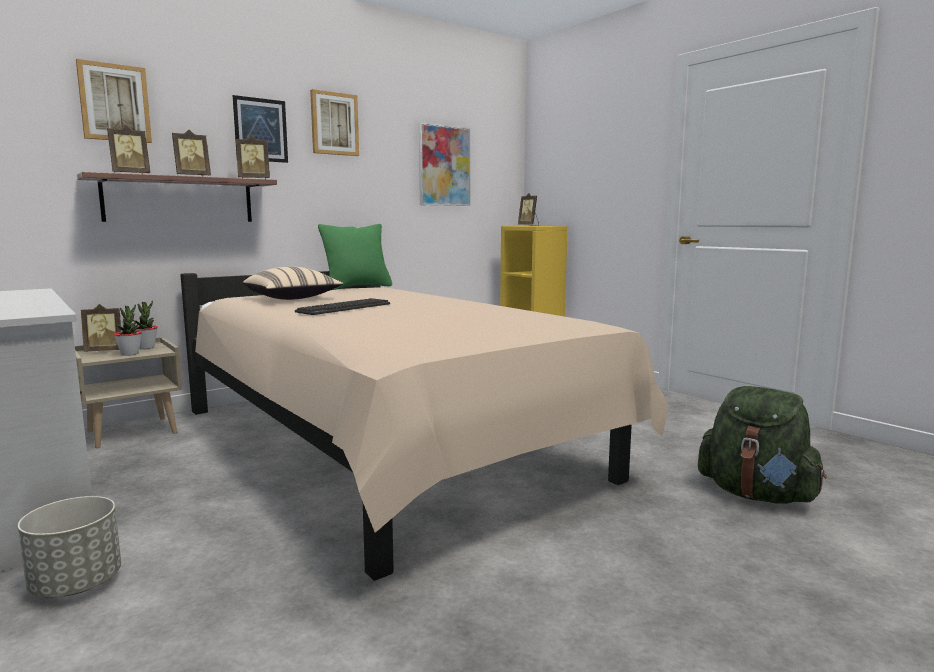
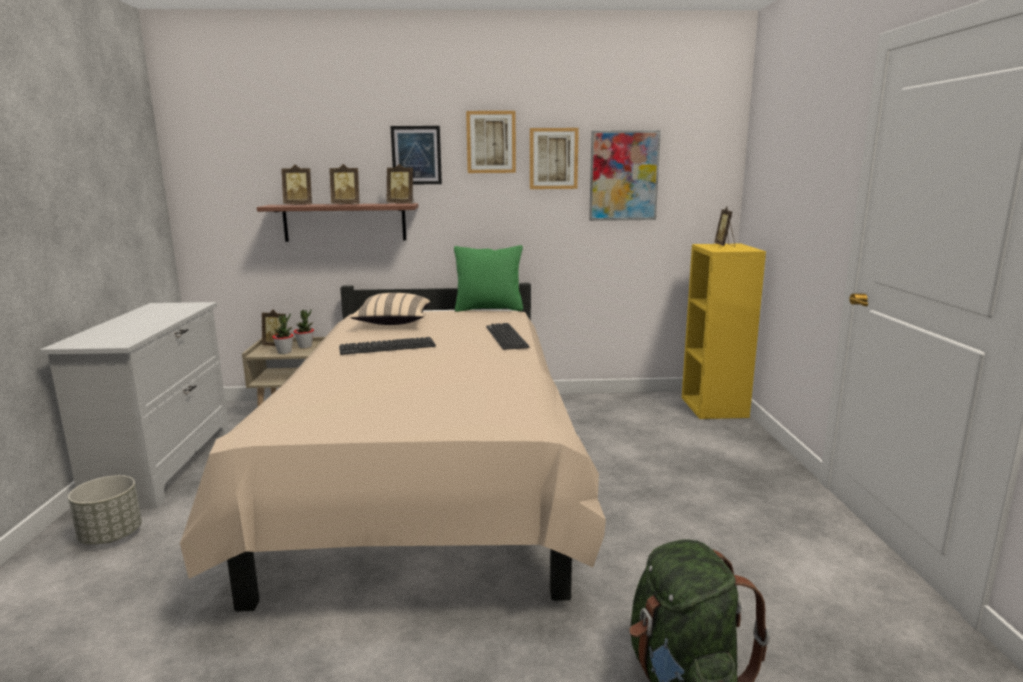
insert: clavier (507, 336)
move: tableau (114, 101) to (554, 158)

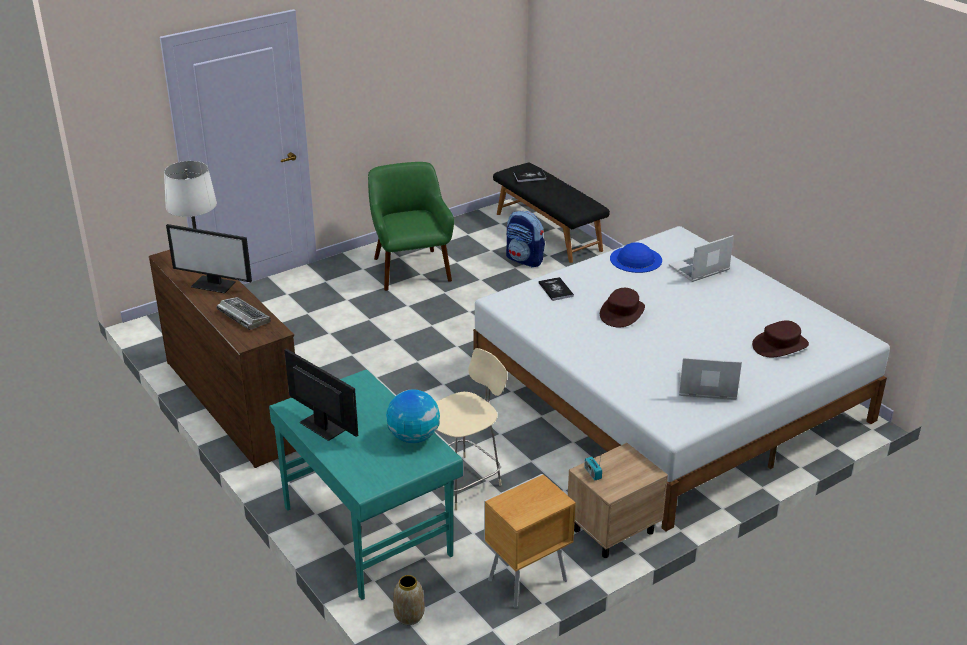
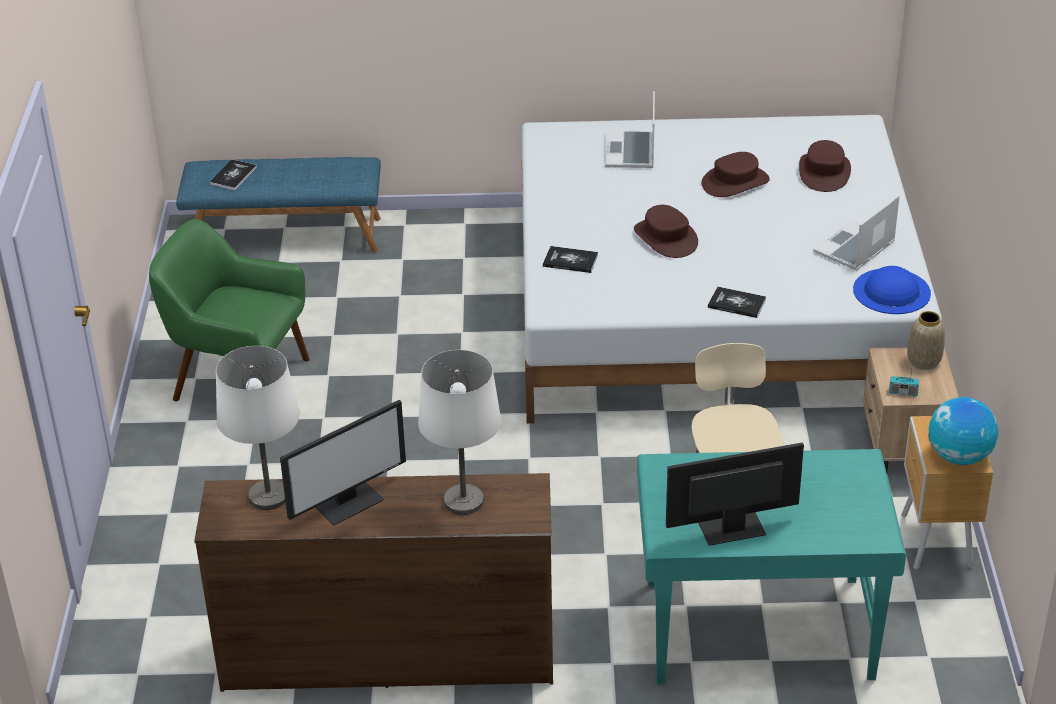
delete: sac à dos (525, 239)
insert: chapeau/marron (736, 174); livre (737, 302)
move: globe (413, 416) to (963, 431); vase (409, 600) to (926, 340); chapeau/bleu (636, 257) to (892, 290)
replace: clavier (244, 313) to lampe de table/blanc (459, 432)
recolor: banc/noir (551, 213) to banc/bleu (278, 205)

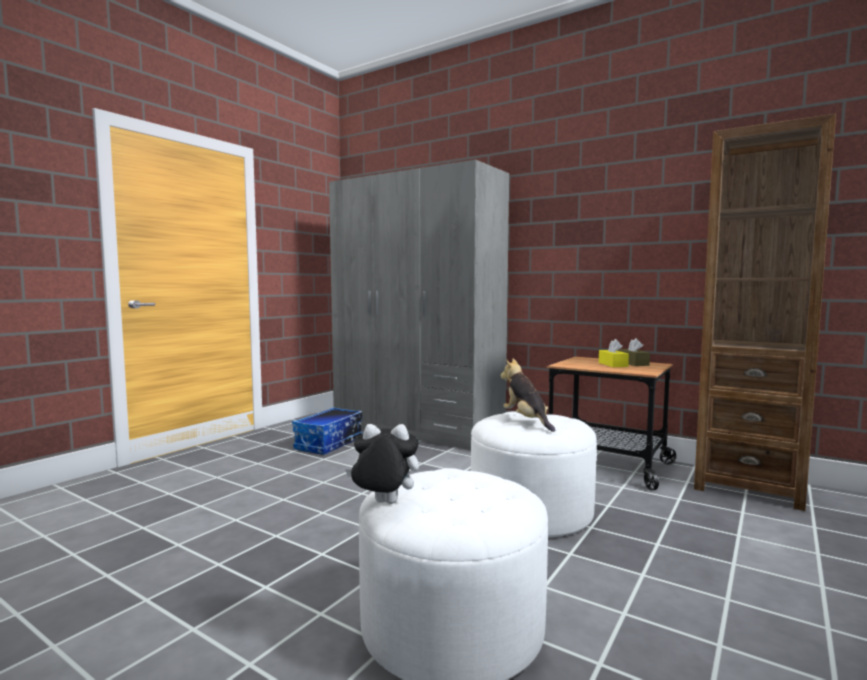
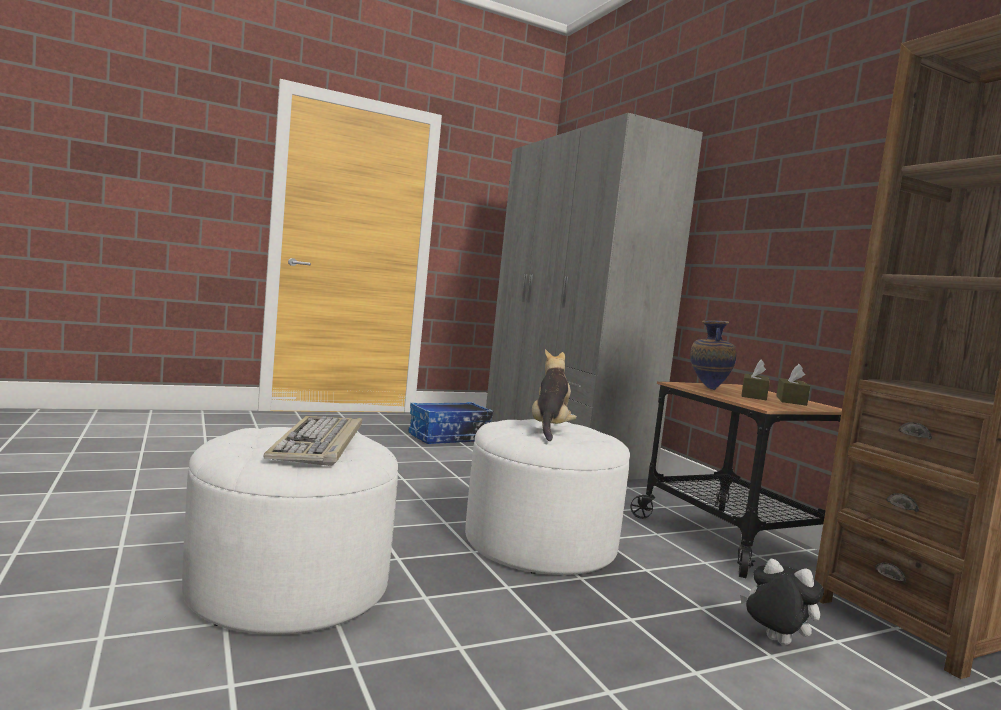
insert: clavier (313, 441); vase (713, 355)
move: peluche (382, 464) to (782, 602)
recolor: boîte à mouchoirs/jaune (614, 353) to boîte à mouchoirs/marron (755, 379)

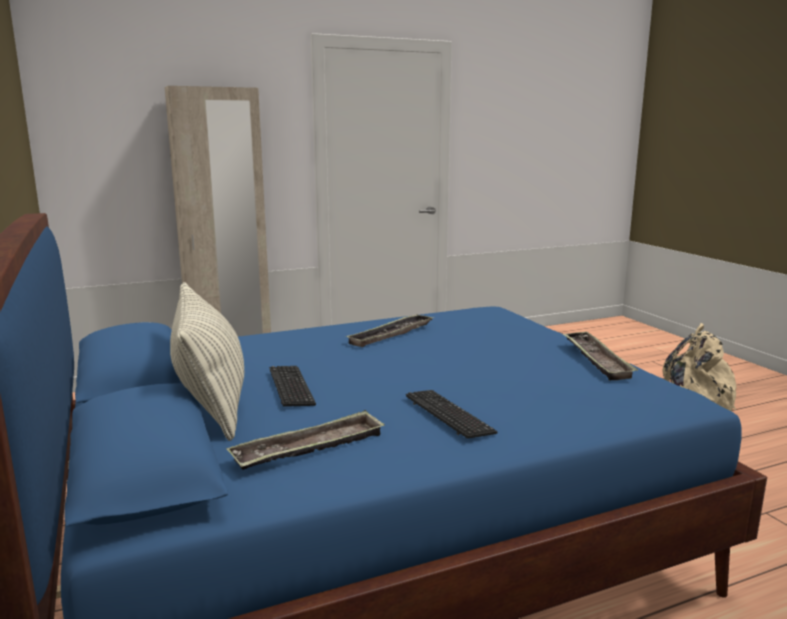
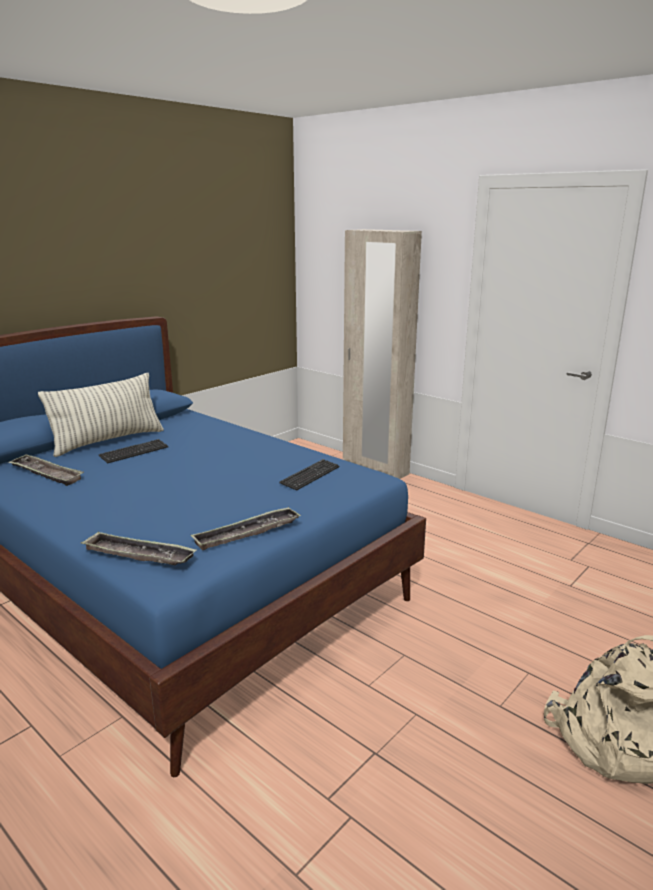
move: plateau (389, 330) to (139, 548); clavier (452, 414) to (309, 475)

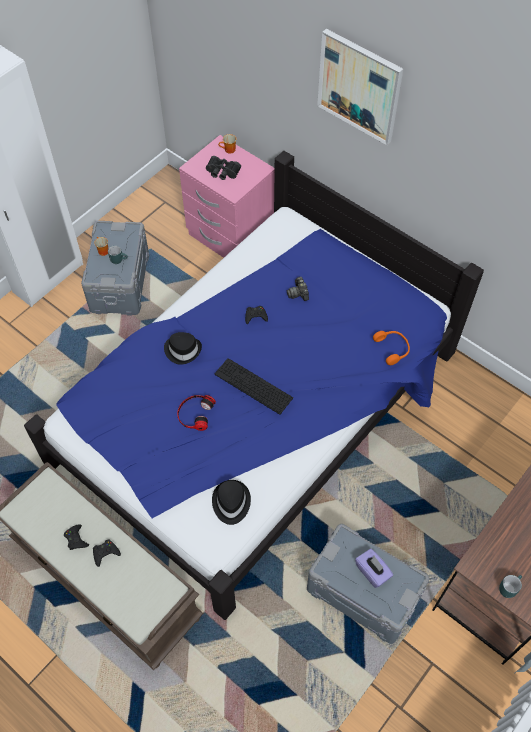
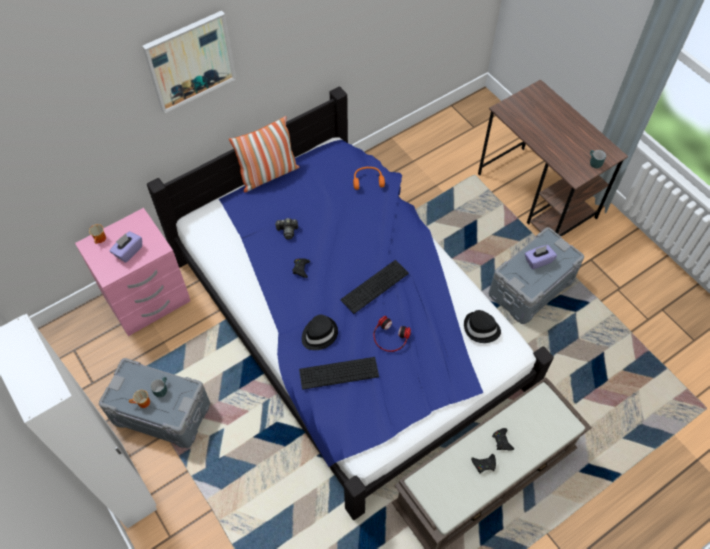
insert: coussin (264, 154); clavier (339, 373)
replace: jumelles/noir (223, 168) to boîte à mouchoirs/violet (125, 247)

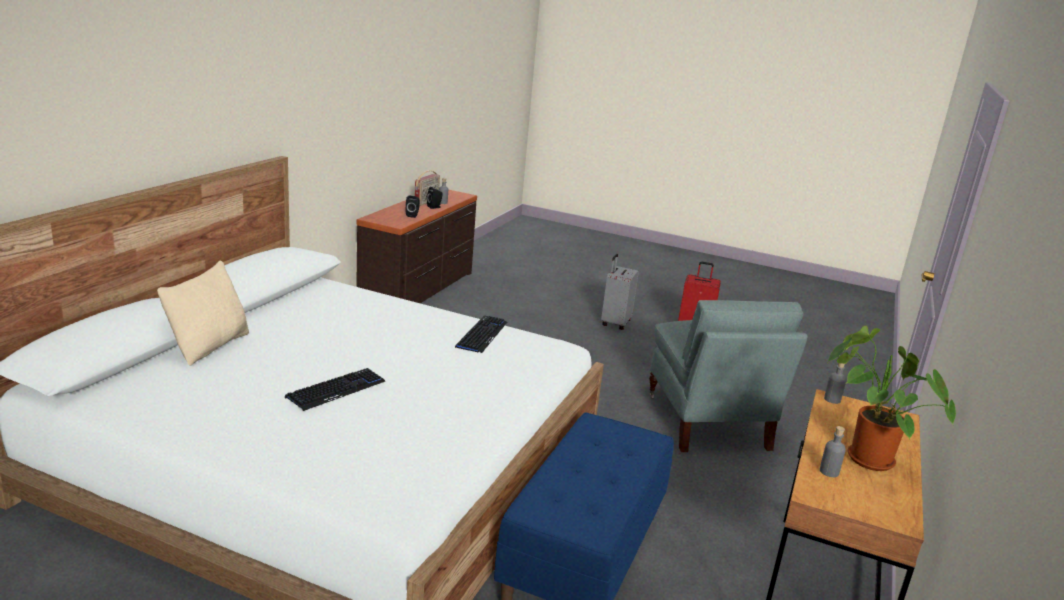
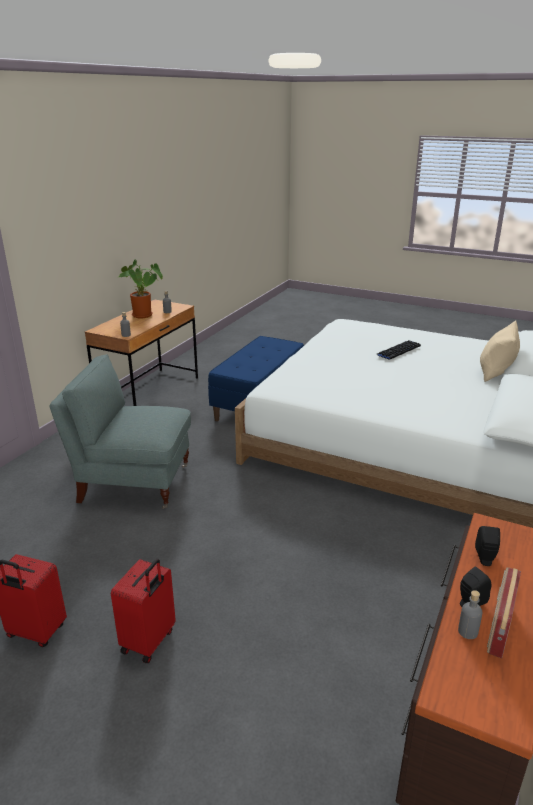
delete: clavier (481, 334)
recolor: valise/gris (620, 292) to valise/rouge (143, 611)
rotate: fauteuil/gris (728, 376) = (120, 431) 75 degrees counterclockwise

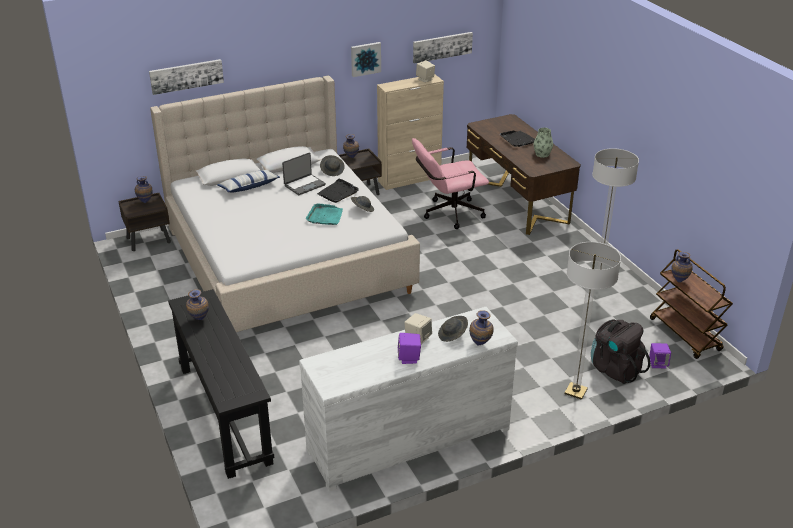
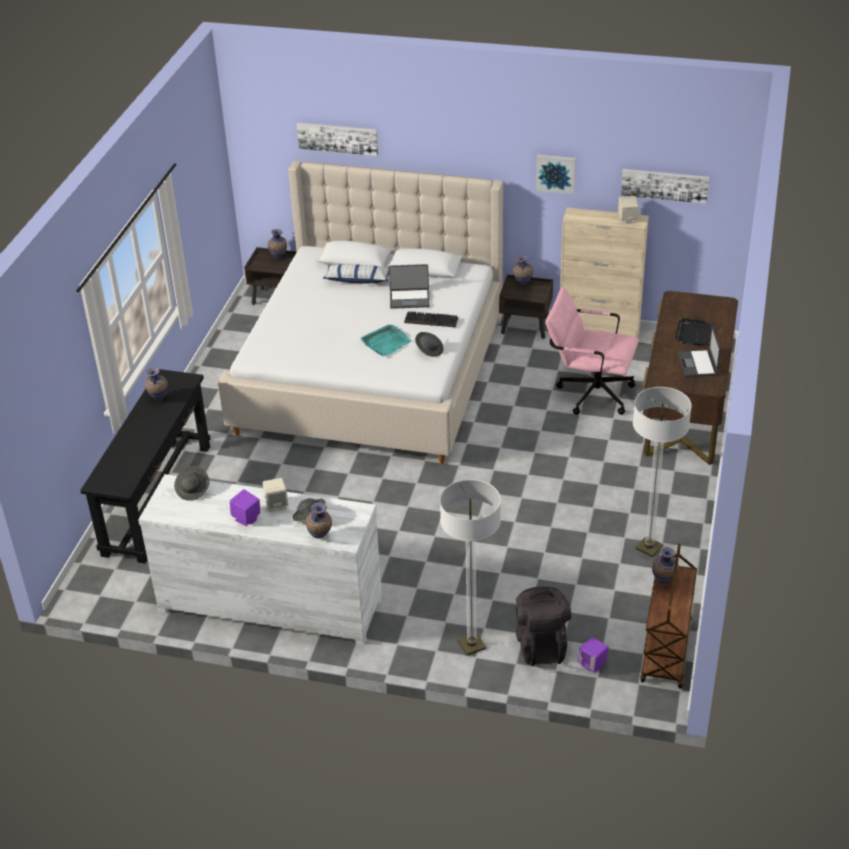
move: chapeau/gris (332, 165) to (191, 483)
replace: plateau/noir (338, 191) to clavier (431, 319); vase (543, 143) to ordinateur portable (699, 350)

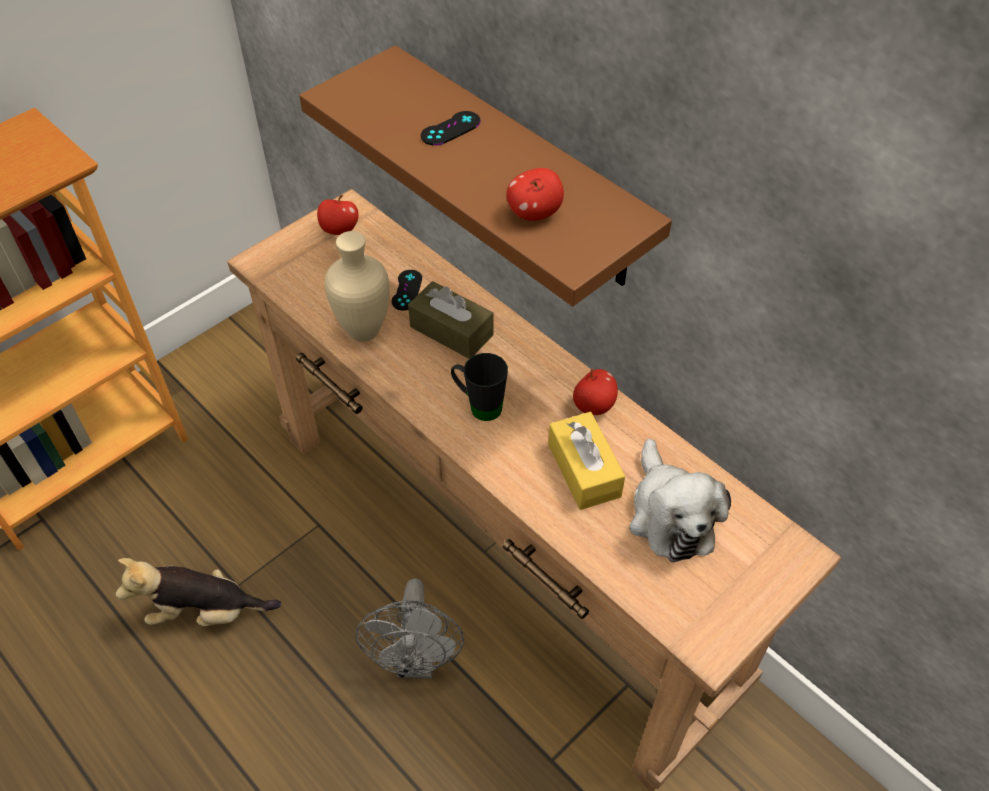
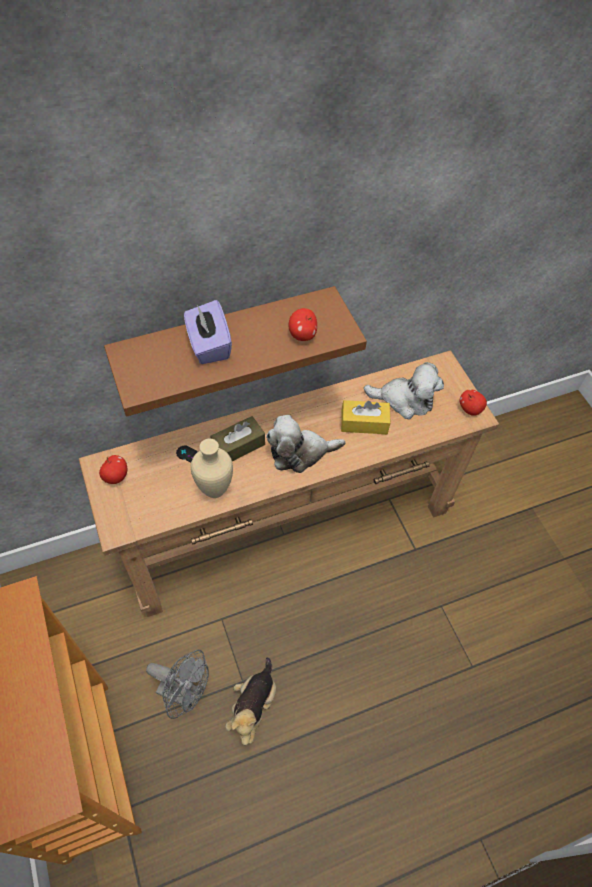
move: ventilateur/gris (409, 629) to (177, 684); pomme (595, 391) to (473, 402)
replace: manette/noir (451, 128) to boîte à mouchoirs/violet (208, 332); mug/noir (479, 387) to peluche (305, 444)

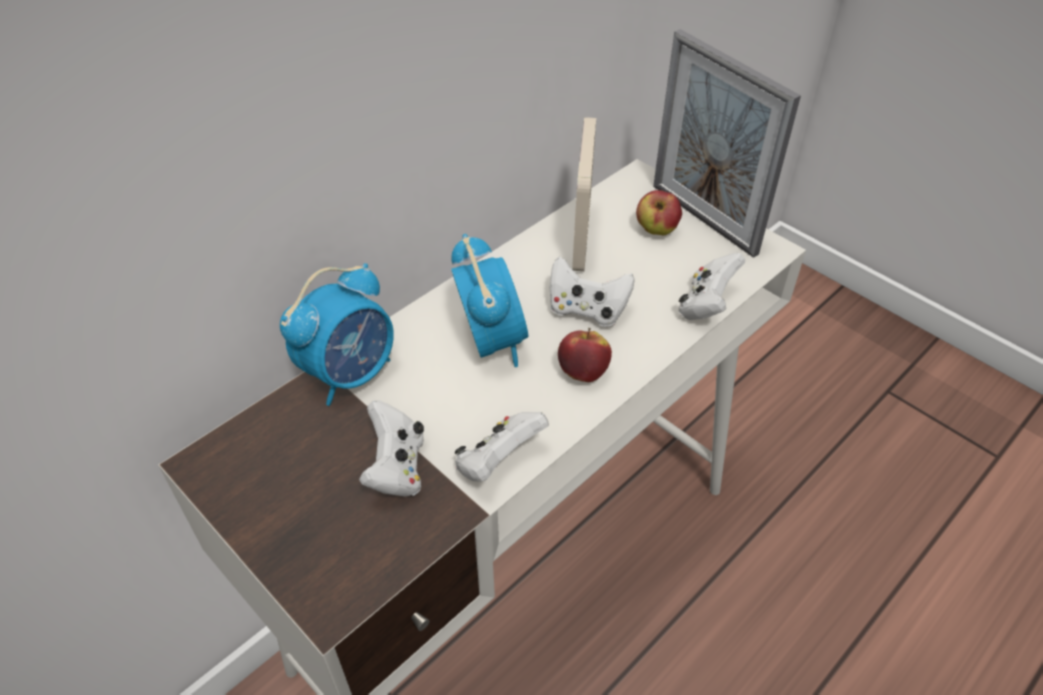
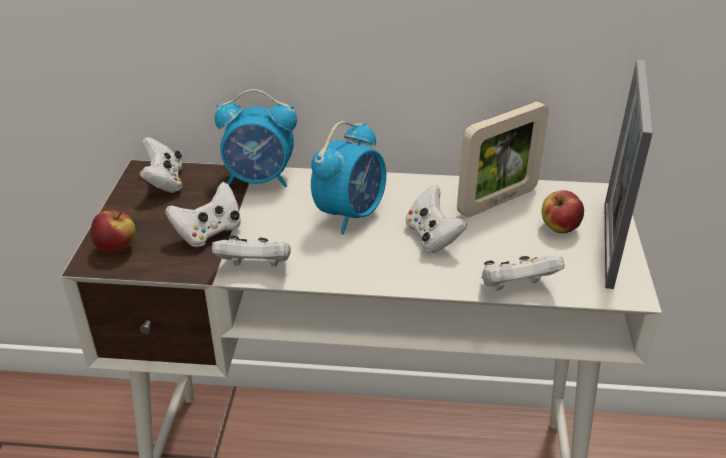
insert: manette/blanc (161, 165)
move: pomme (585, 355) to (113, 232)

